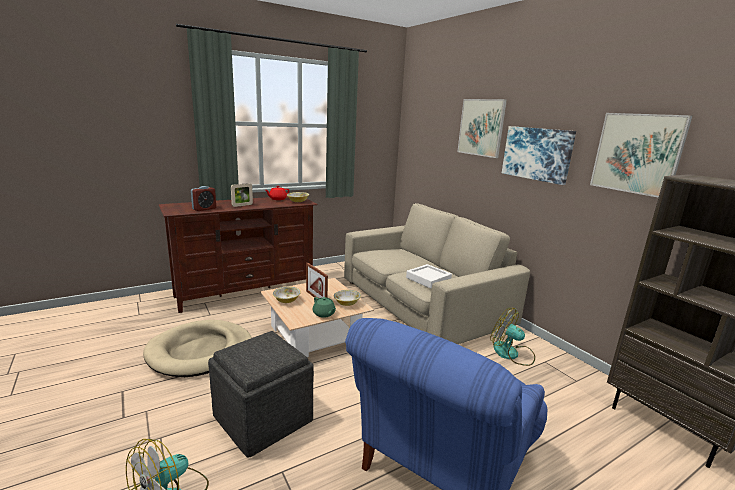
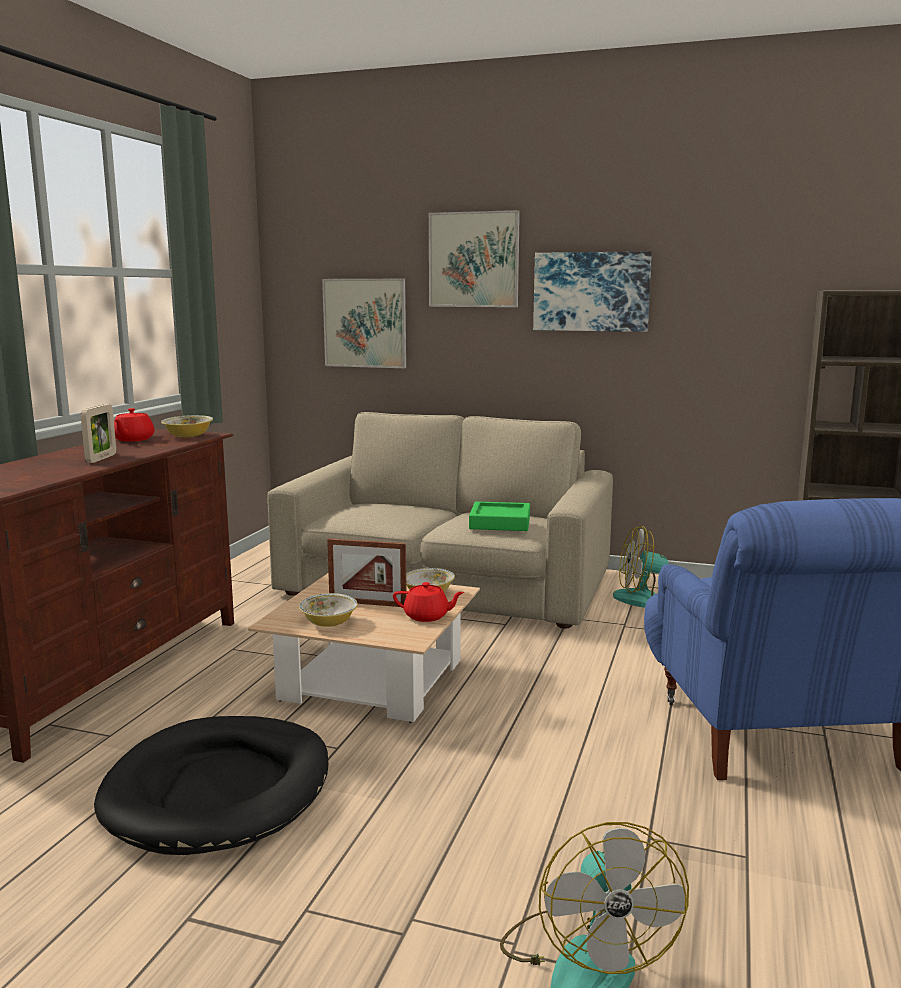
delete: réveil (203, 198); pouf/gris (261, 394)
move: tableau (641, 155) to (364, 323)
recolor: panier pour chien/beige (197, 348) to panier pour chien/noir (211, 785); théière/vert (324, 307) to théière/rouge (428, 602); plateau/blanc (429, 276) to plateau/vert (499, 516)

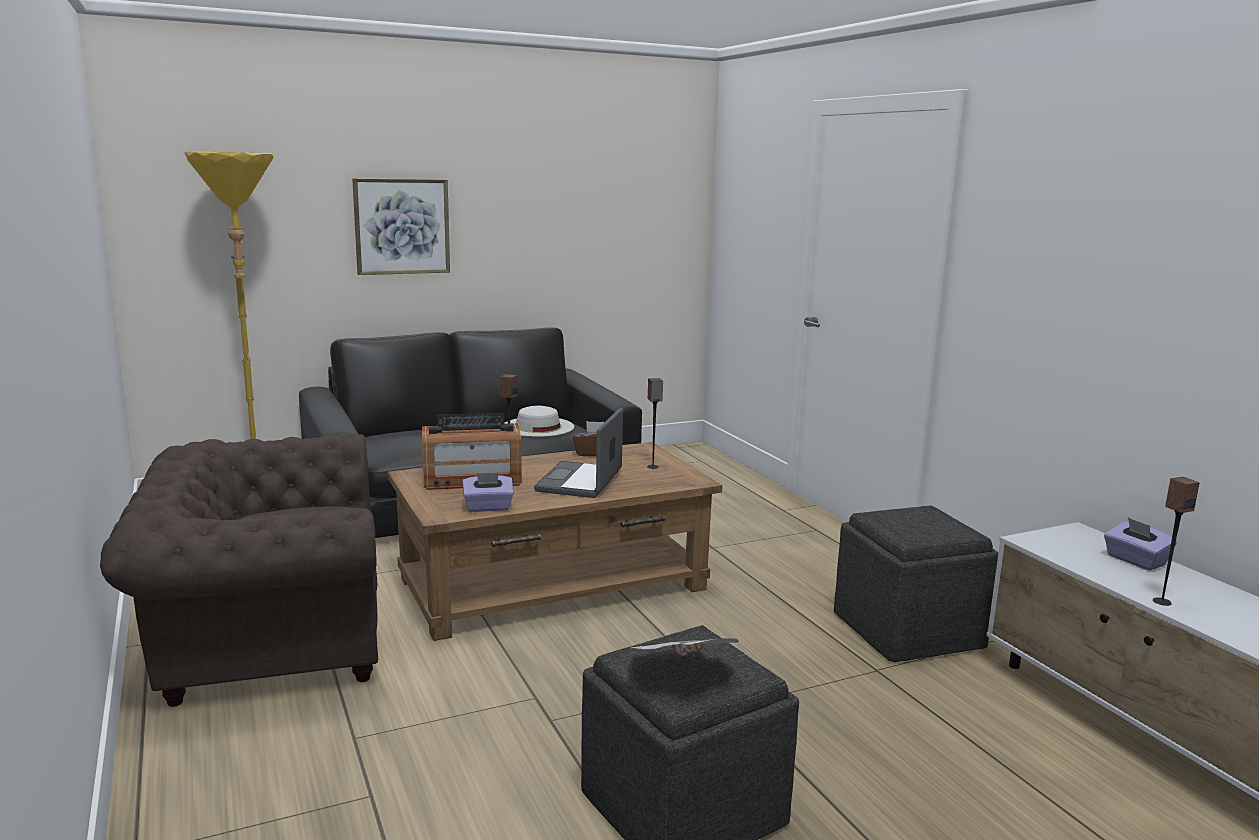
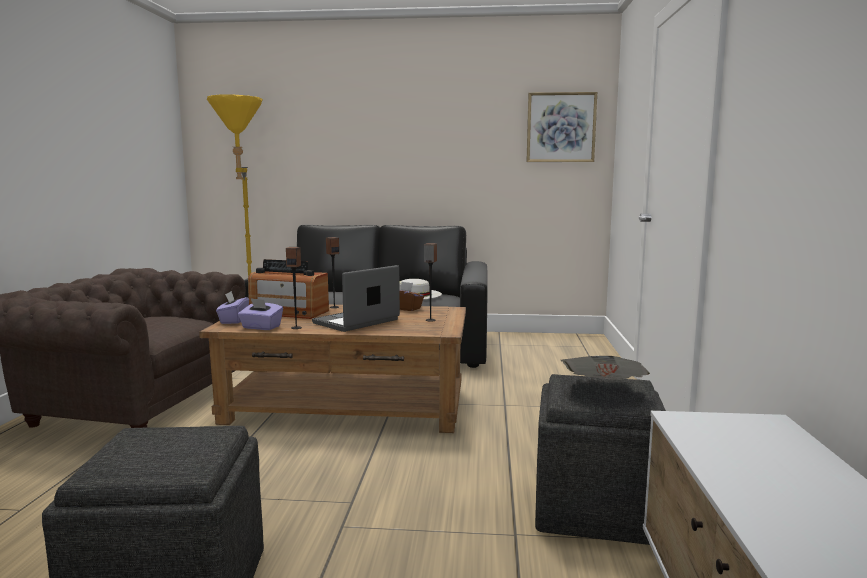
move: tableau (401, 226) to (561, 127); journal (684, 647) to (605, 368); boîte à mouchoirs/violet (1140, 544) to (232, 307); enceinte (1176, 541) to (294, 288)

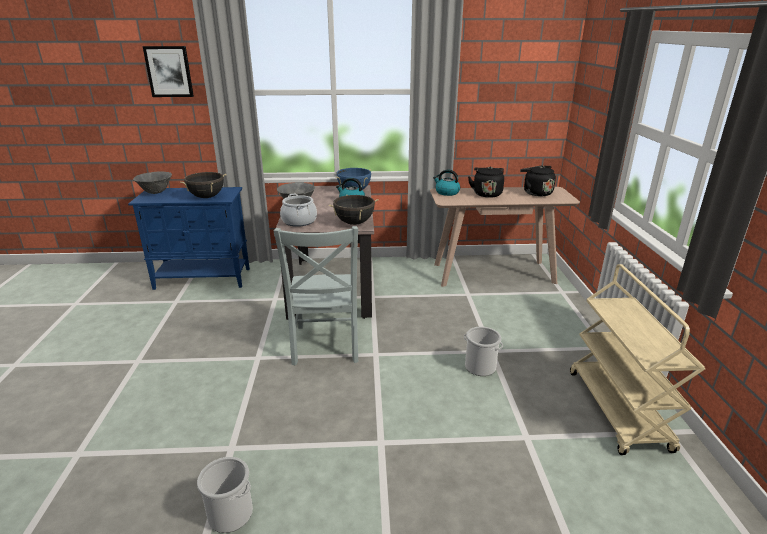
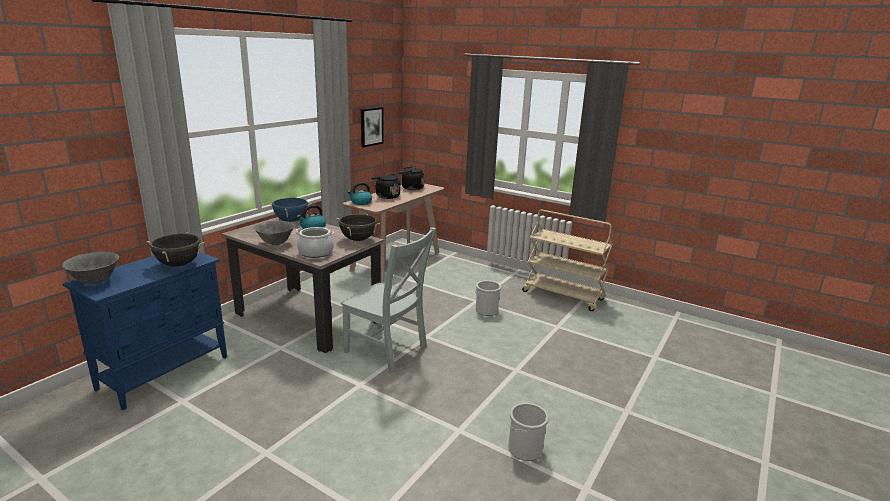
move: tableau (168, 71) to (372, 127)

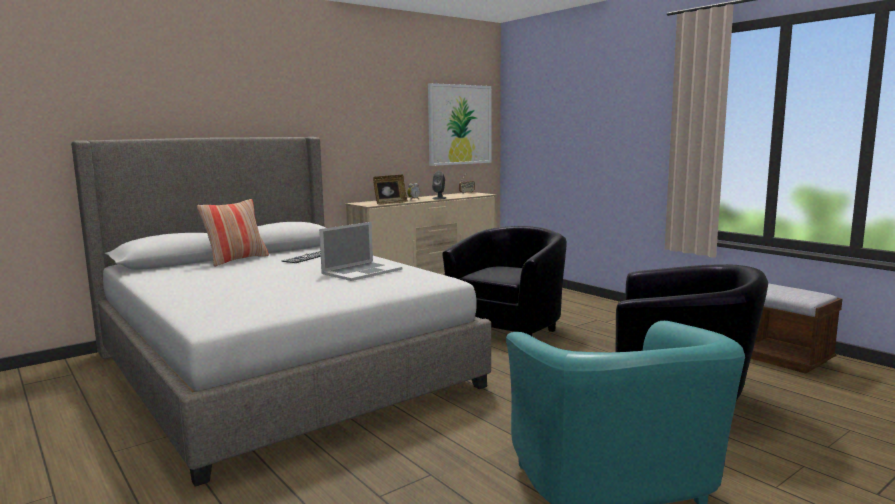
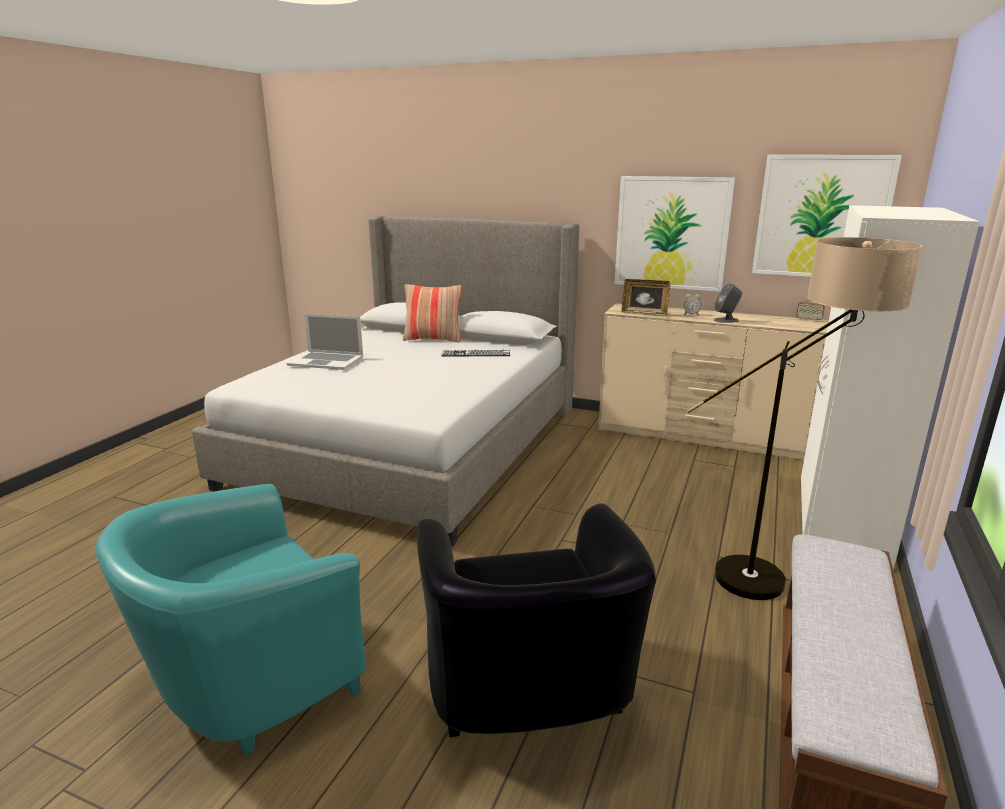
delete: fauteuil/noir (504, 281)
insert: tableau (675, 234); lampadaire (805, 418); armoire/blanc (890, 388)
move: ordinateur portable (360, 251) to (325, 342)

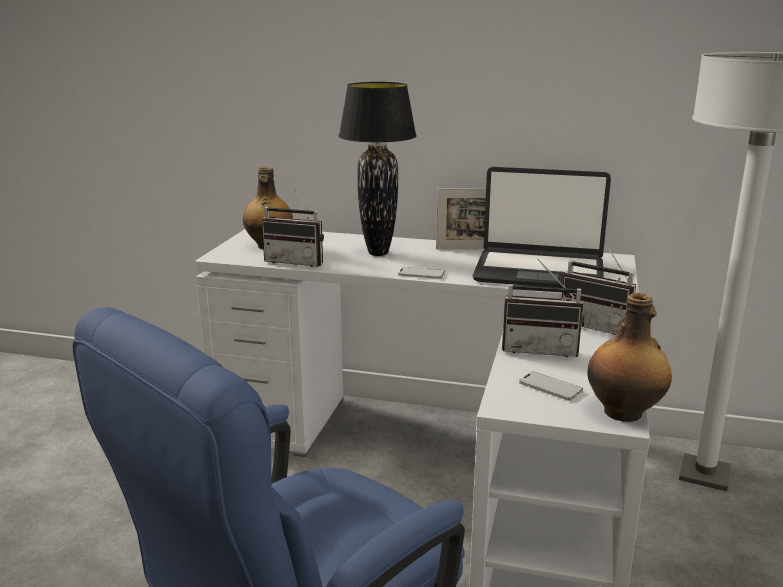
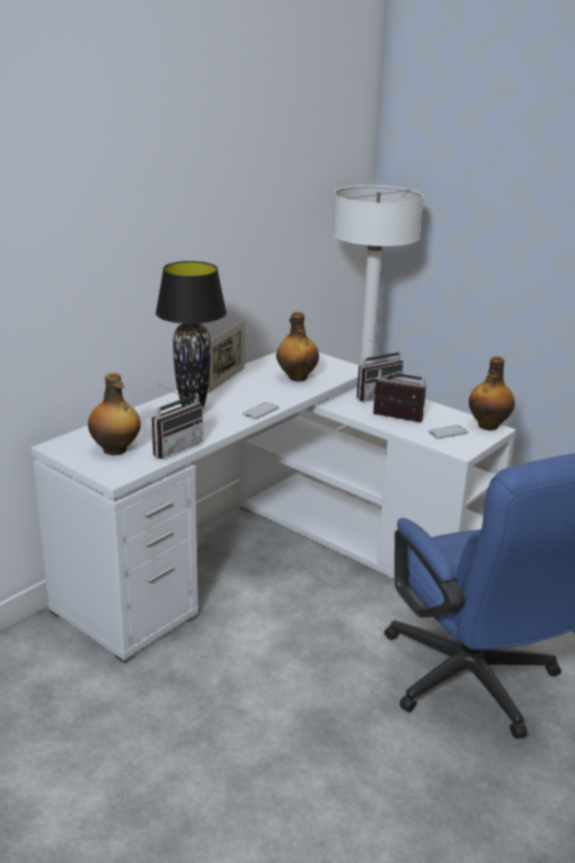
replace: ordinateur portable (541, 227) to bouteille (297, 346)
rotate: radio (543, 308) = (399, 396) 105 degrees counterclockwise

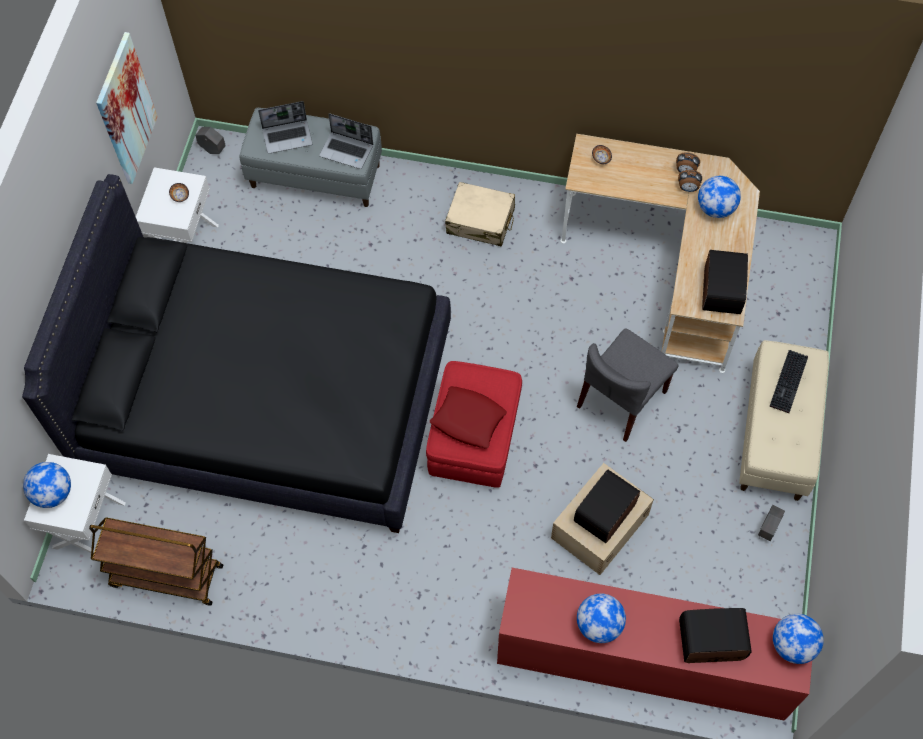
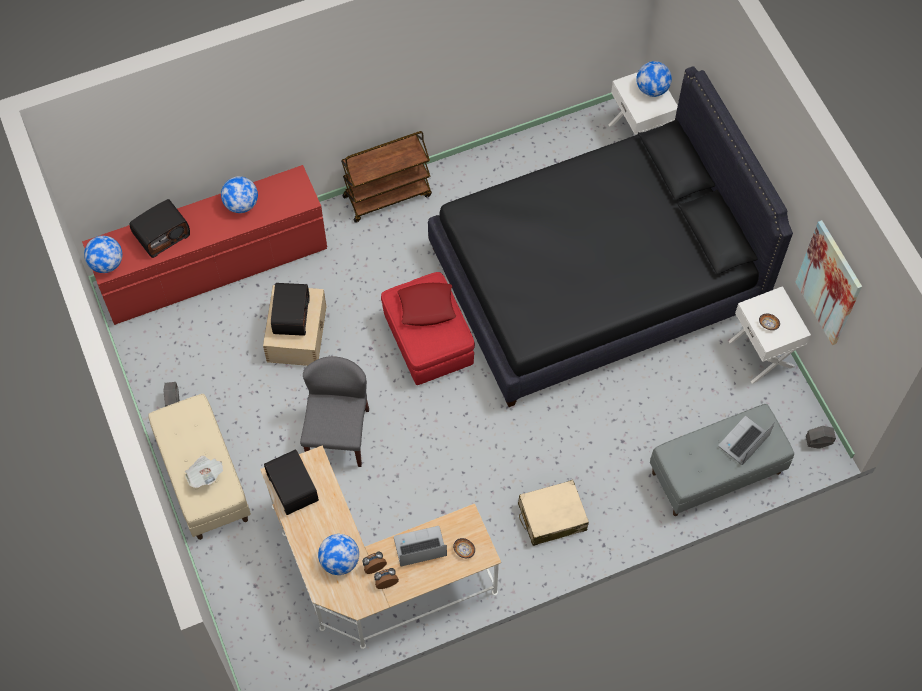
move: chariot/marron (156, 561) to (386, 177); ordinateur portable (346, 141) to (420, 546)
replace: clavier (788, 381) to journal (204, 471)

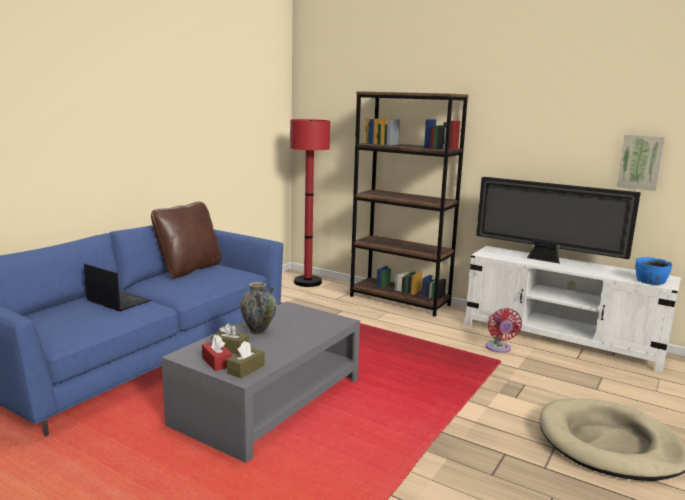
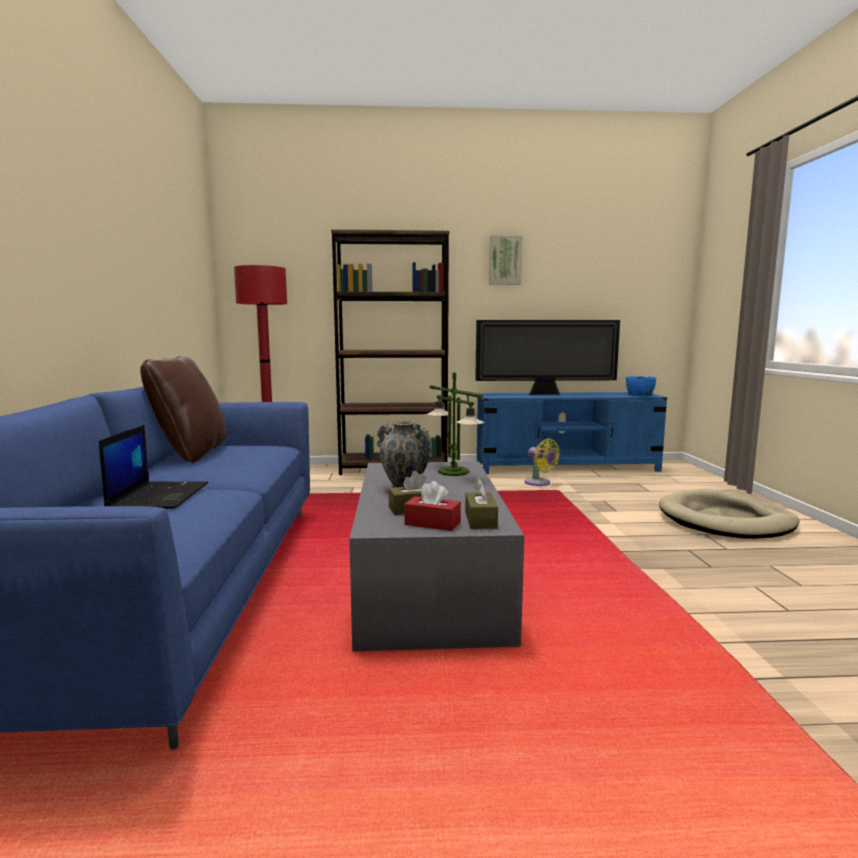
insert: lampe de table (455, 423)
move: tableau (641, 163) to (505, 260)
recolor: meuble télé/blanc (573, 309) to meuble télé/bleu (572, 433); ventilateur/rouge (503, 330) to ventilateur/jaune (542, 462)
rotate: ordinateur portable (117, 287) = (153, 467) 90 degrees clockwise

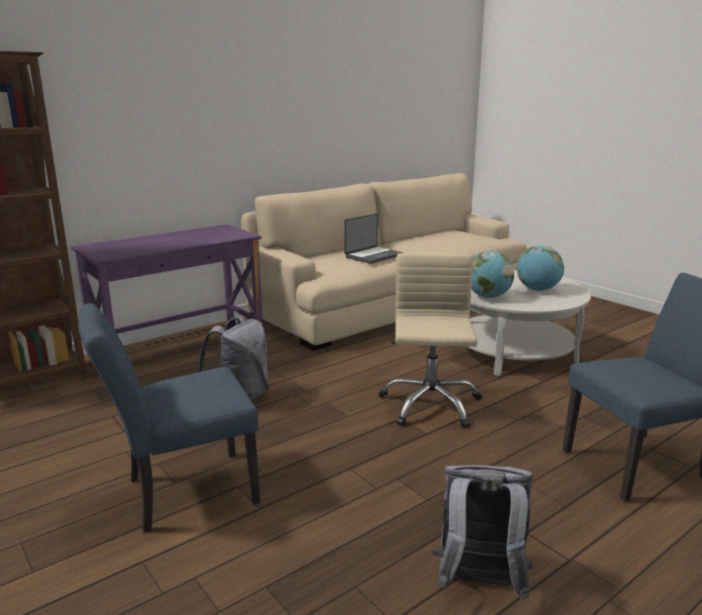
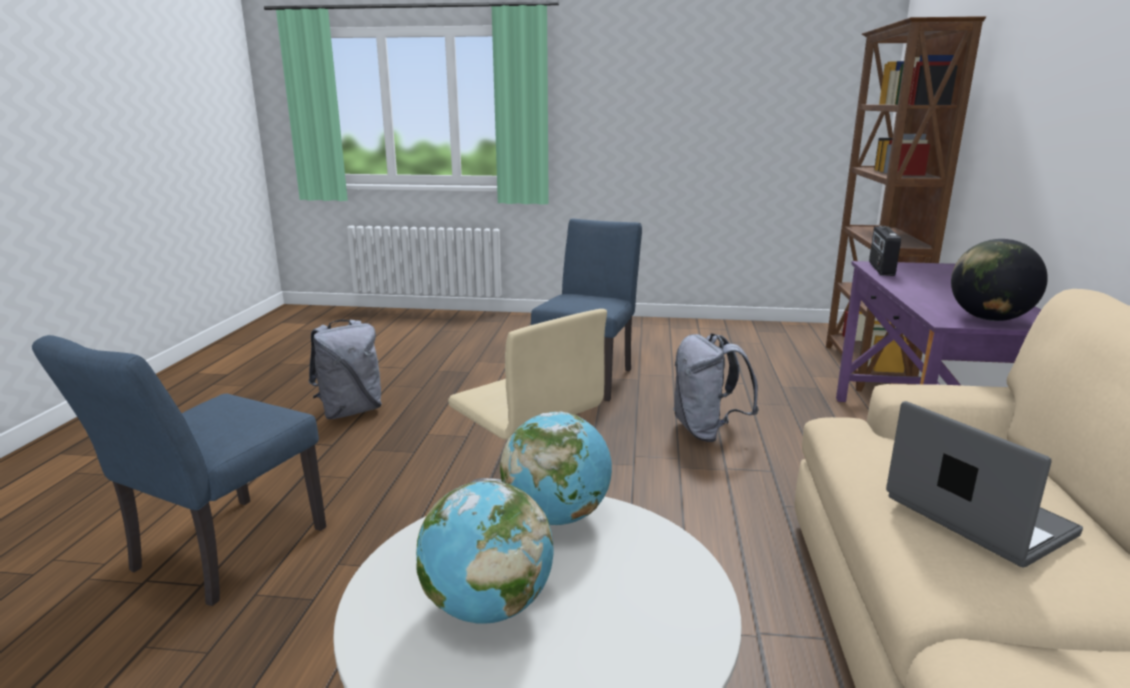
insert: radio (885, 251); globe (999, 280)
rotate: ordinateur portable (373, 238) = (984, 484) 150 degrees clockwise

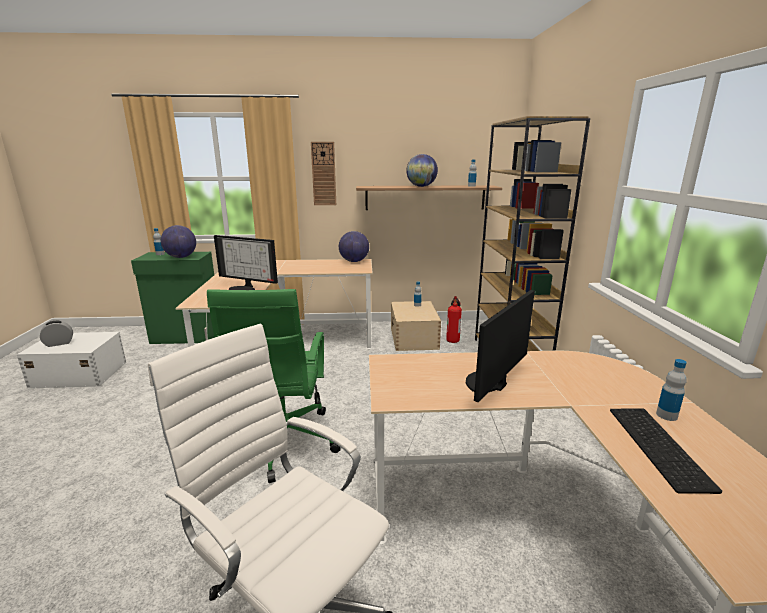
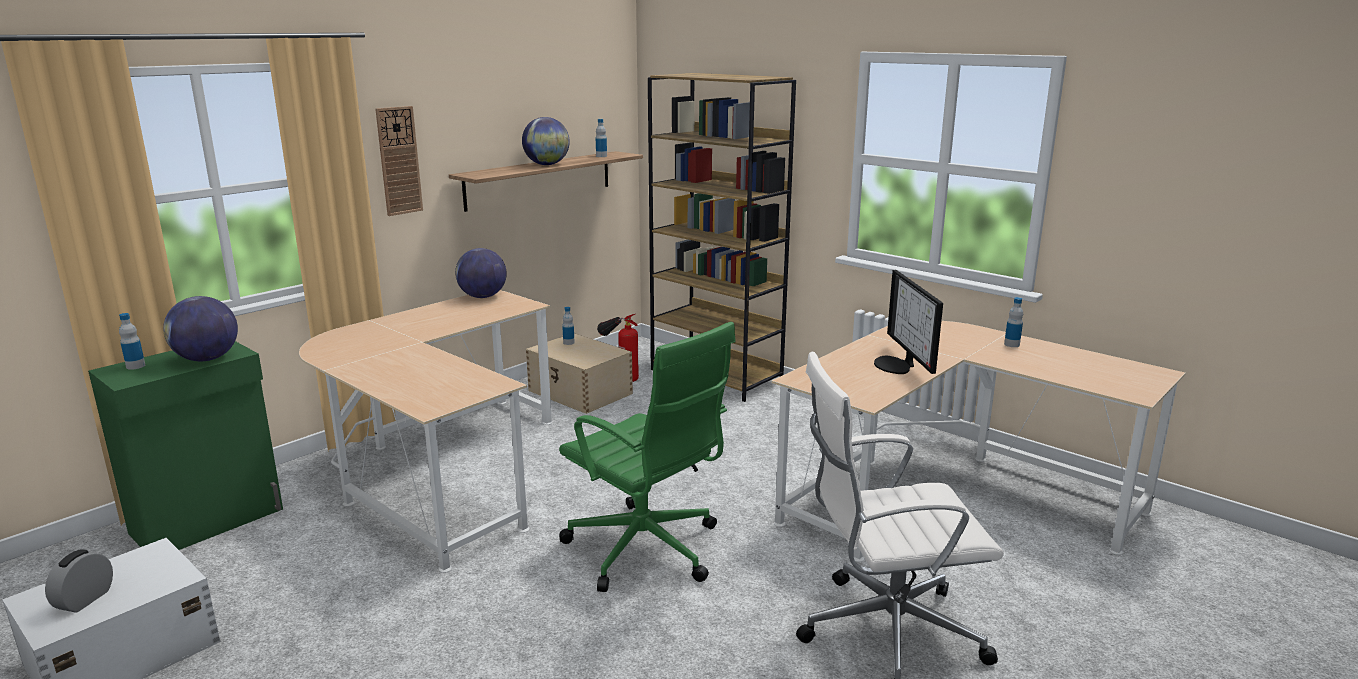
delete: écran d'ordinateur (246, 262); clavier (666, 451)

